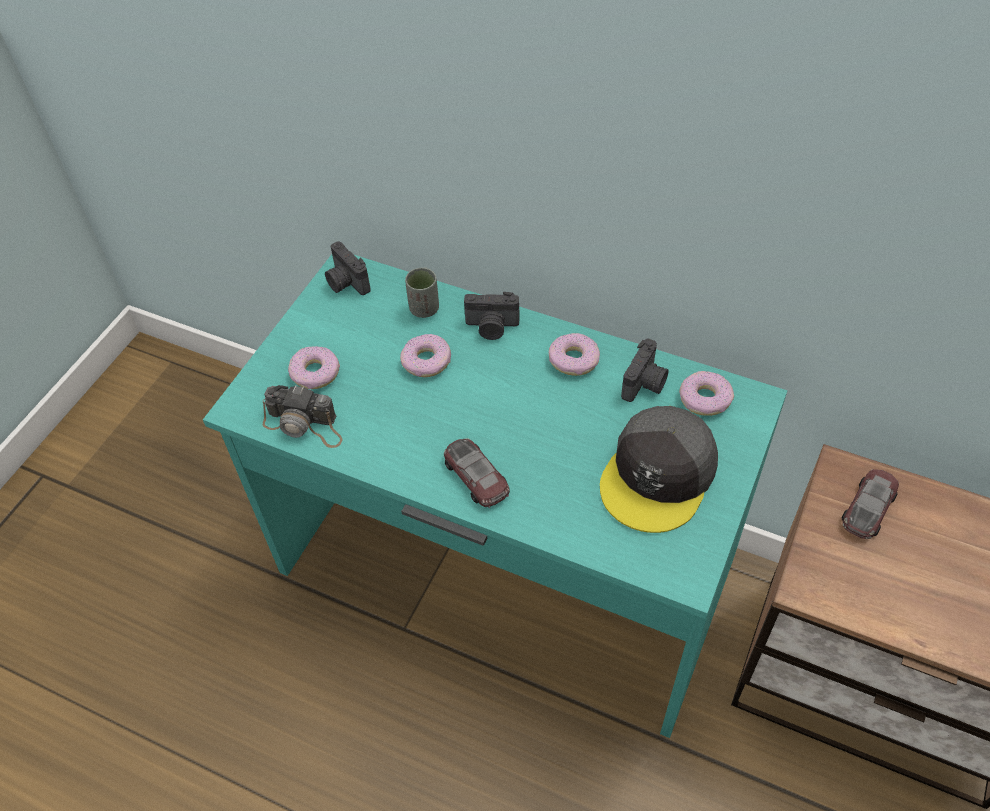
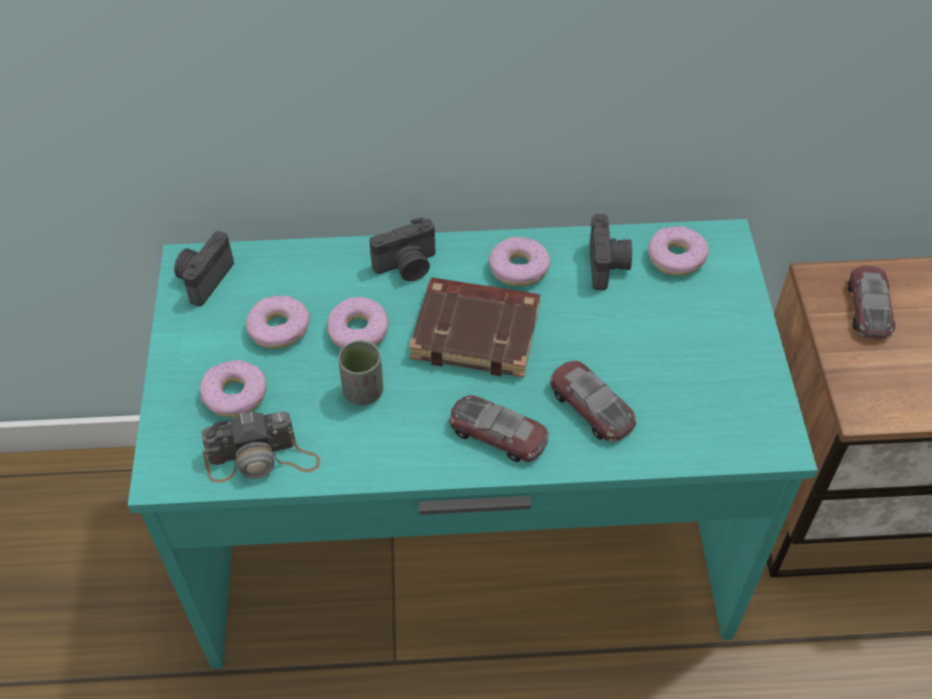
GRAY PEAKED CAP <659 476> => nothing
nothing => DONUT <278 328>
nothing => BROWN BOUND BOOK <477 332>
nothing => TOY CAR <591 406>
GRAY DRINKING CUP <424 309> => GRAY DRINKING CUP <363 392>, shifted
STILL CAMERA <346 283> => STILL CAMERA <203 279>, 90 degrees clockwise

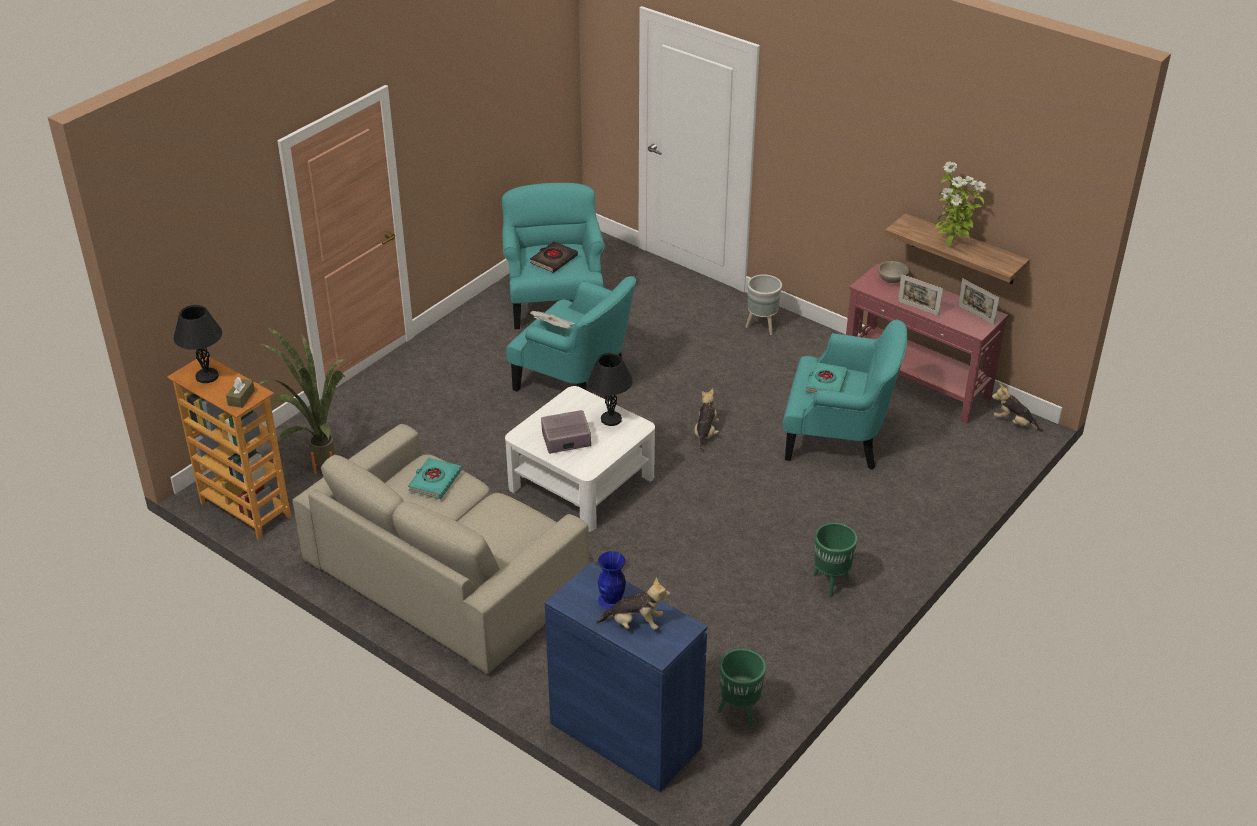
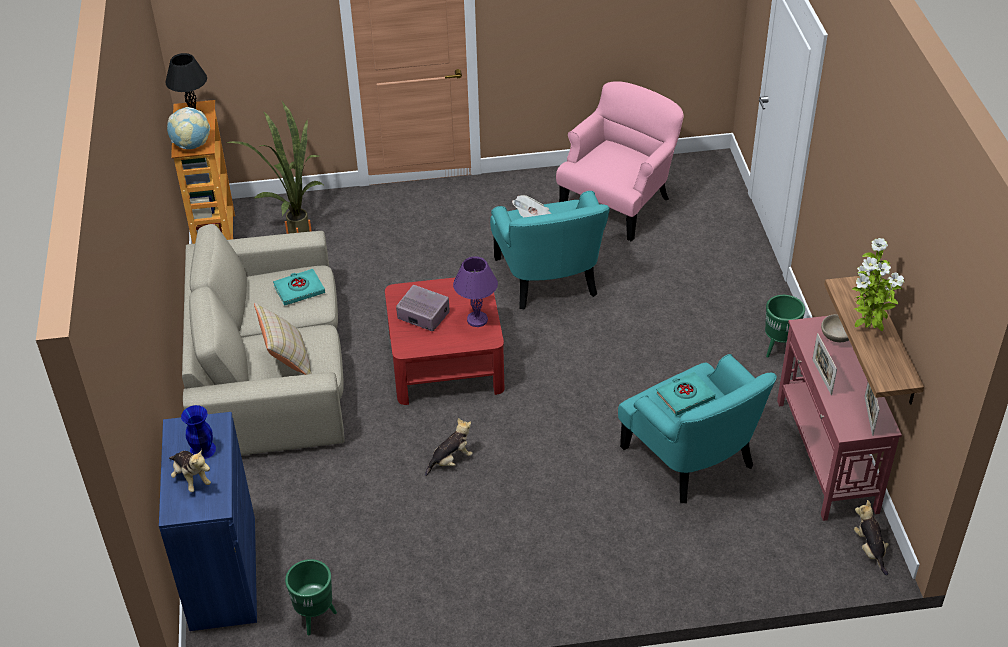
BLACK-COLOURED BOUND BOOK <553 260> => nothing
GRAY FLOWER POT <761 326> => nothing
nothing => BEIGE-COLOURED THROW PILLOW <287 360>
PLUSH TOY <705 434> => PLUSH TOY <451 460>, shifted
GREENISH FLOWER POT <830 582> => GREENISH FLOWER POT <779 348>, shifted
BROWN BOX OF TISSUES <241 398> => DESK GLOBE <191 145>
BLUE-GREEN LOUNGE CHAIR <554 302> => PINK LOUNGE CHAIR <618 203>
WHITISH LOW TABLE <580 482> => RED LOW TABLE <445 361>
BLACK-COLOURED TABLE LAMP <610 419> => PURPLE TABLE LAMP <476 319>

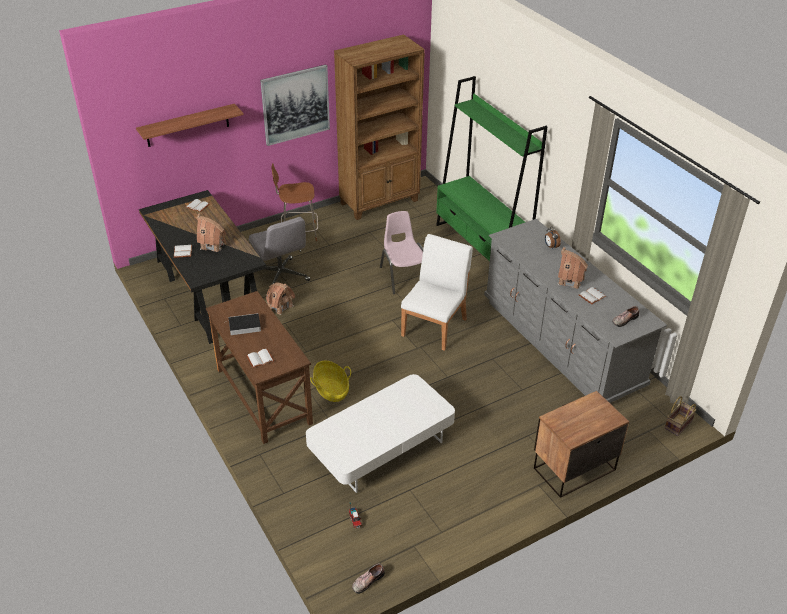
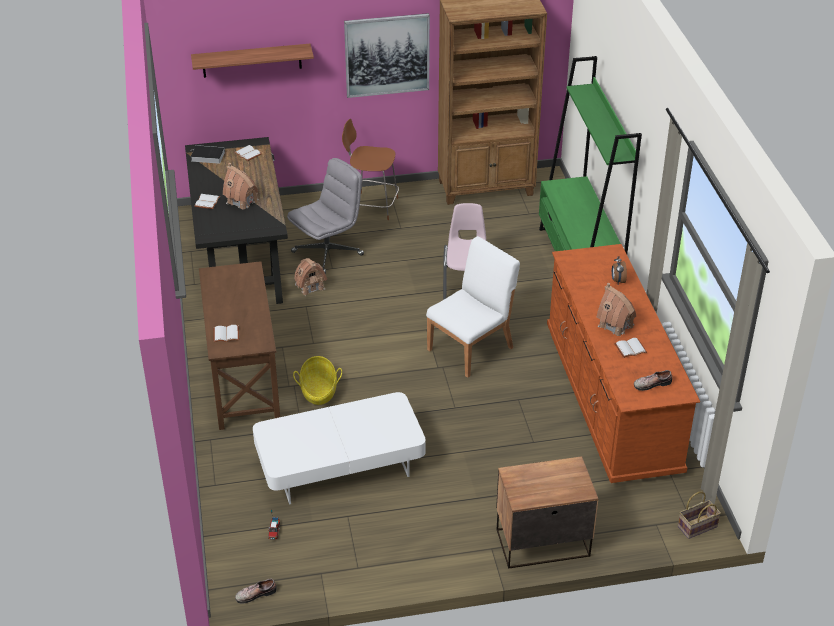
BOUND BOOK <243 326> => BOUND BOOK <206 156>, shifted
GRAY CHEST OF DRAWERS <561 342> => BROWN CHEST OF DRAWERS <611 400>
GRAY DESK CHAIR <281 276> => GRAY DESK CHAIR <328 253>, 120 degrees counterclockwise

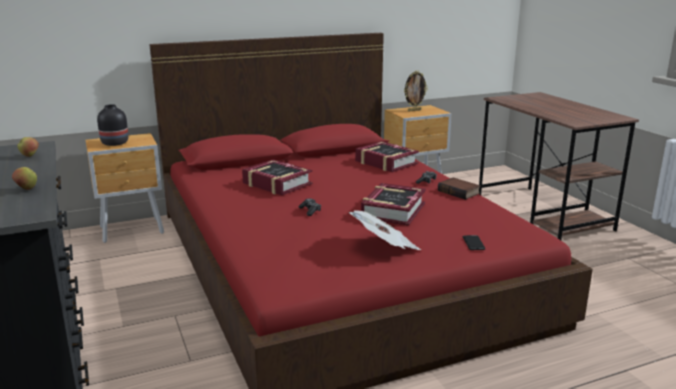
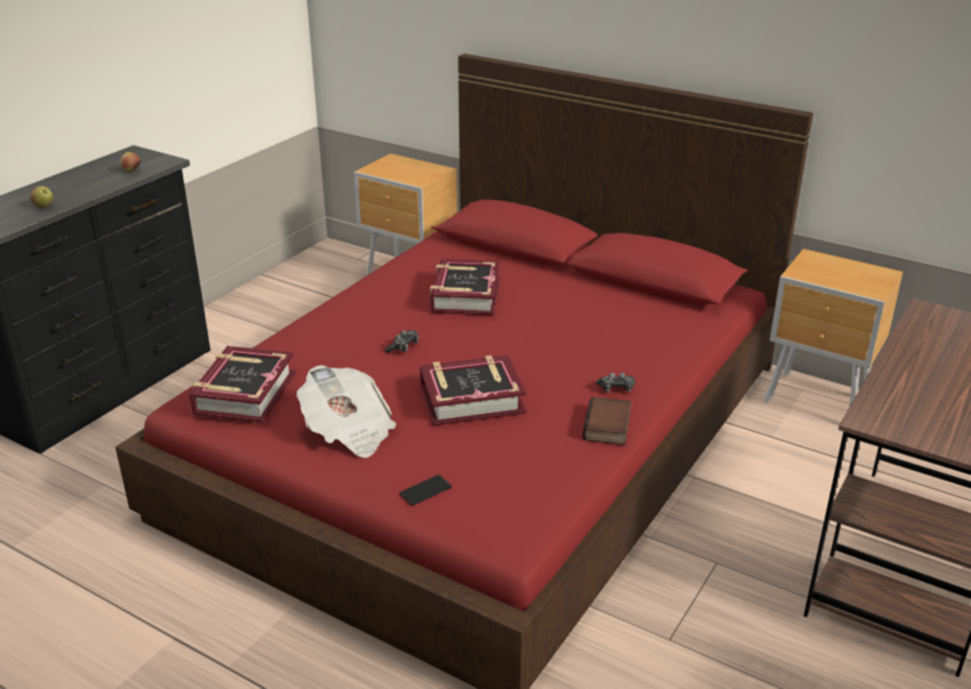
BLACK-COLOURED DECORATIVE VASE <114 143> => nothing
PHOTO FRAME <414 110> => nothing
BOUND BOOK <386 162> => BOUND BOOK <244 393>, shifted

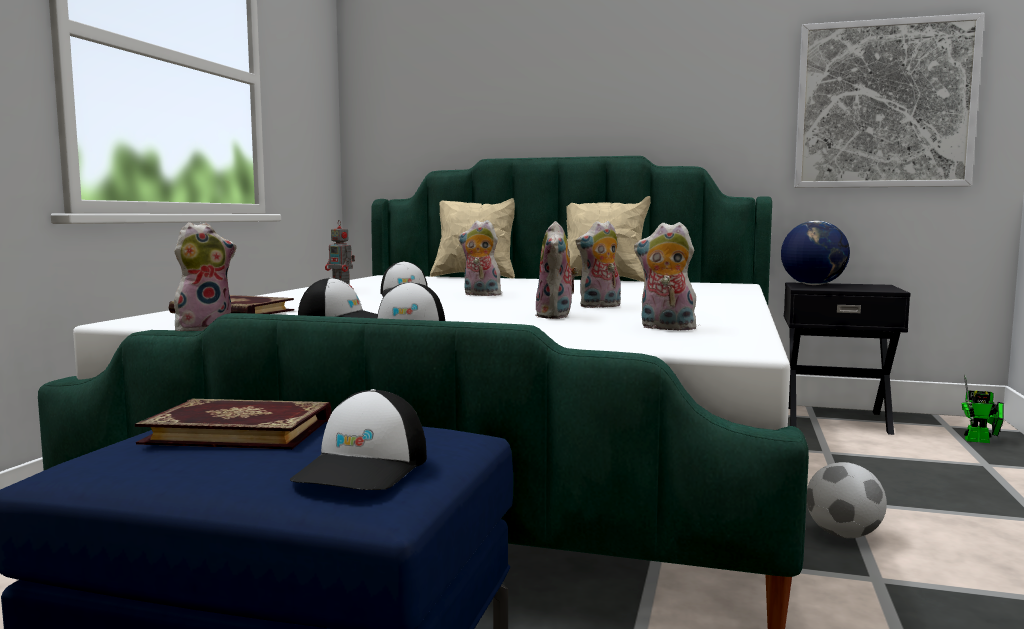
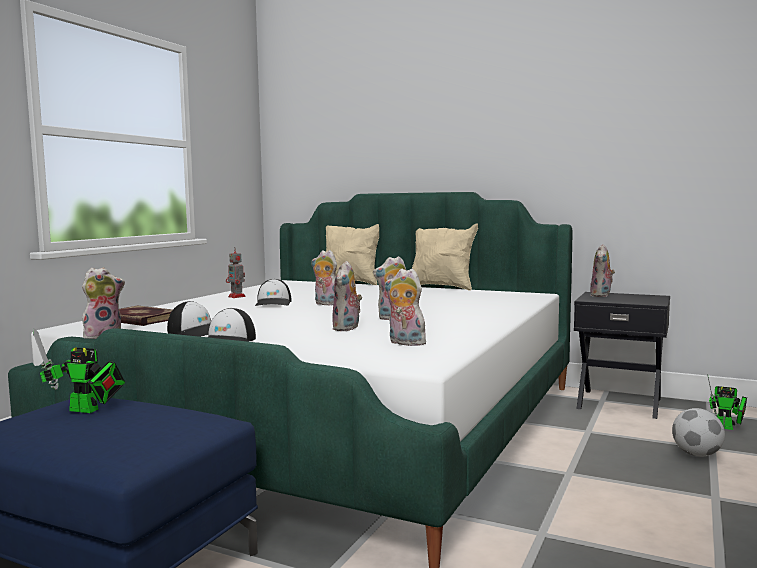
PEAKED CAP <364 468> => nothing
WALL ART <884 104> => nothing
BALL FOR FOOTBALL <843 535> => BALL FOR FOOTBALL <697 454>, shifted
BOUND BOOK <240 430> => MODEL ROBOT <87 410>
DESK GLOBE <813 285> => PLUSH TOY <601 295>

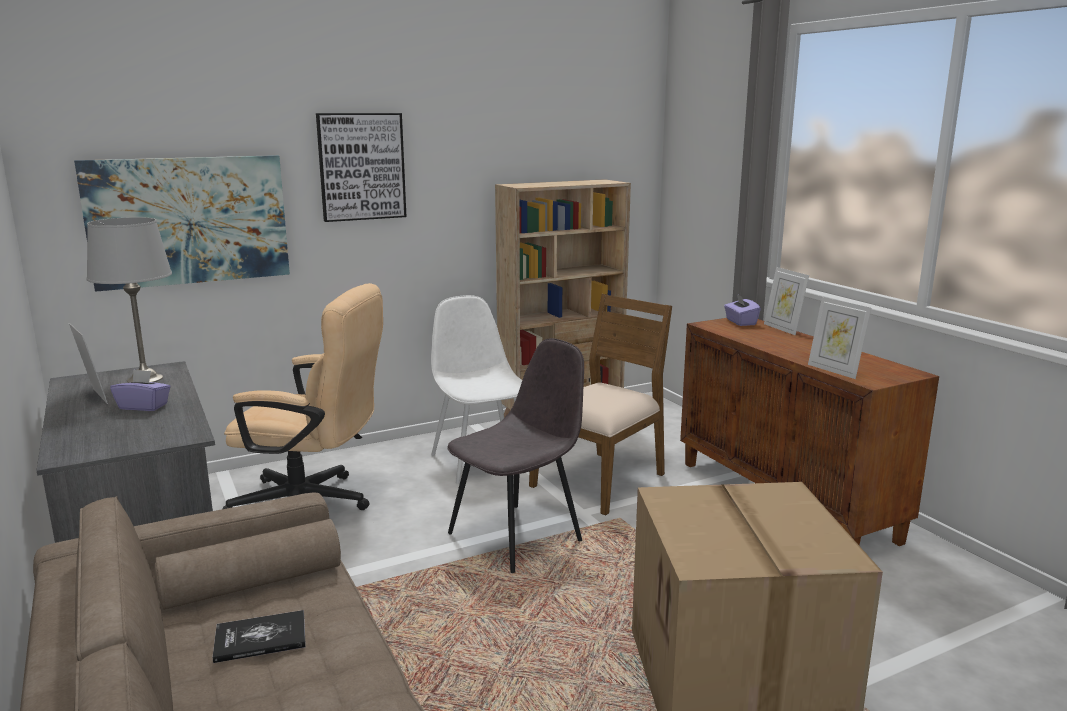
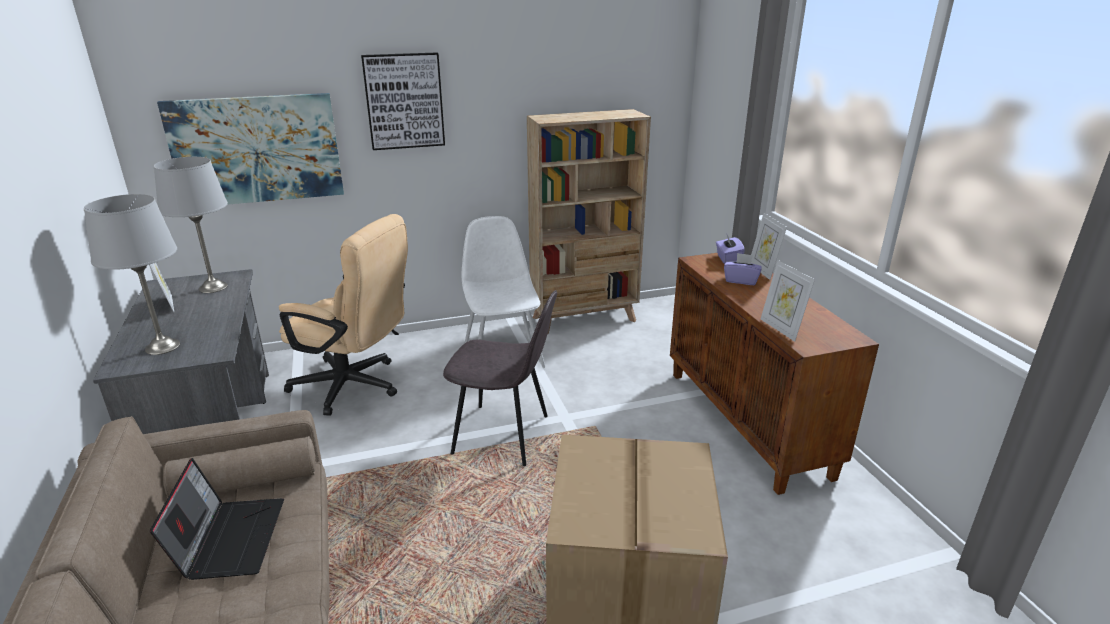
BROWN PLAIN CHAIR <601 480> => nothing
nothing => GRAY TABLE LAMP <162 346>
PURPLE BOX OF TISSUES <144 406> => PURPLE BOX OF TISSUES <741 280>, shifted
BOUND BOOK <260 638> => NOTEBOOK COMPUTER <229 538>
GRAY PLAIN CHAIR <517 536> => GRAY PLAIN CHAIR <504 435>, 45 degrees clockwise

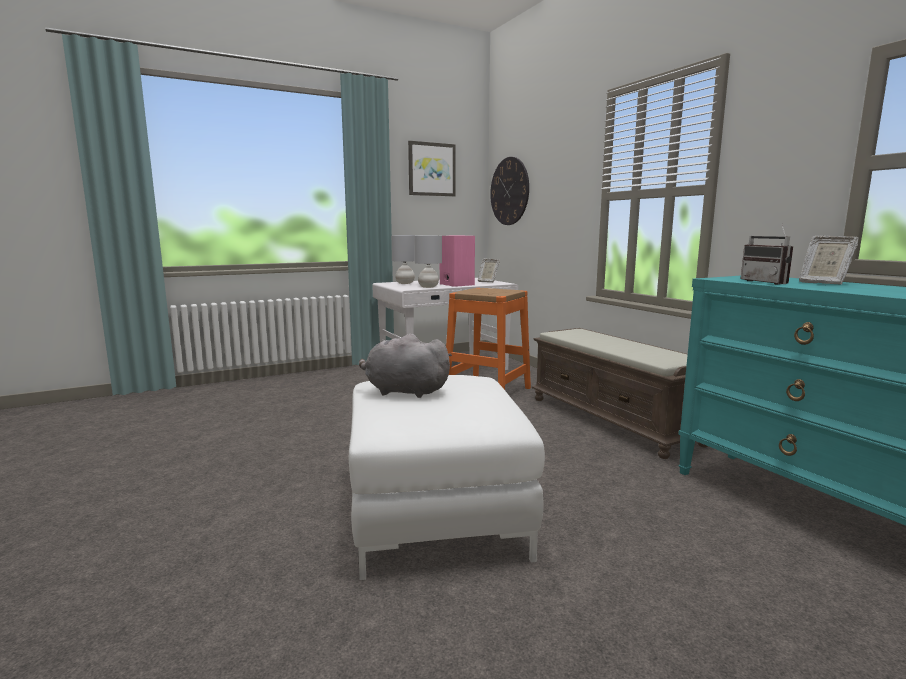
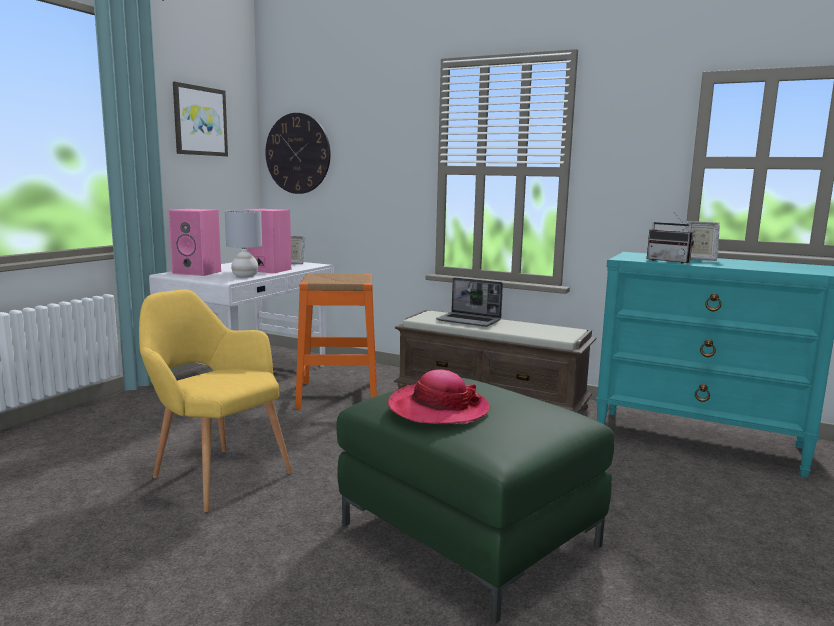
nothing => YELLOWISH LOUNGE CHAIR <214 474>
nothing => NOTEBOOK COMPUTER <469 321>
GRAY PLUSH TOY <403 391> => WEARABLE HAT <438 408>
GRAY TABLE LAMP <405 283> => PINK SPEAKER <198 272>
WHITISH POUFFE <436 513> => GREENISH POUFFE <469 534>

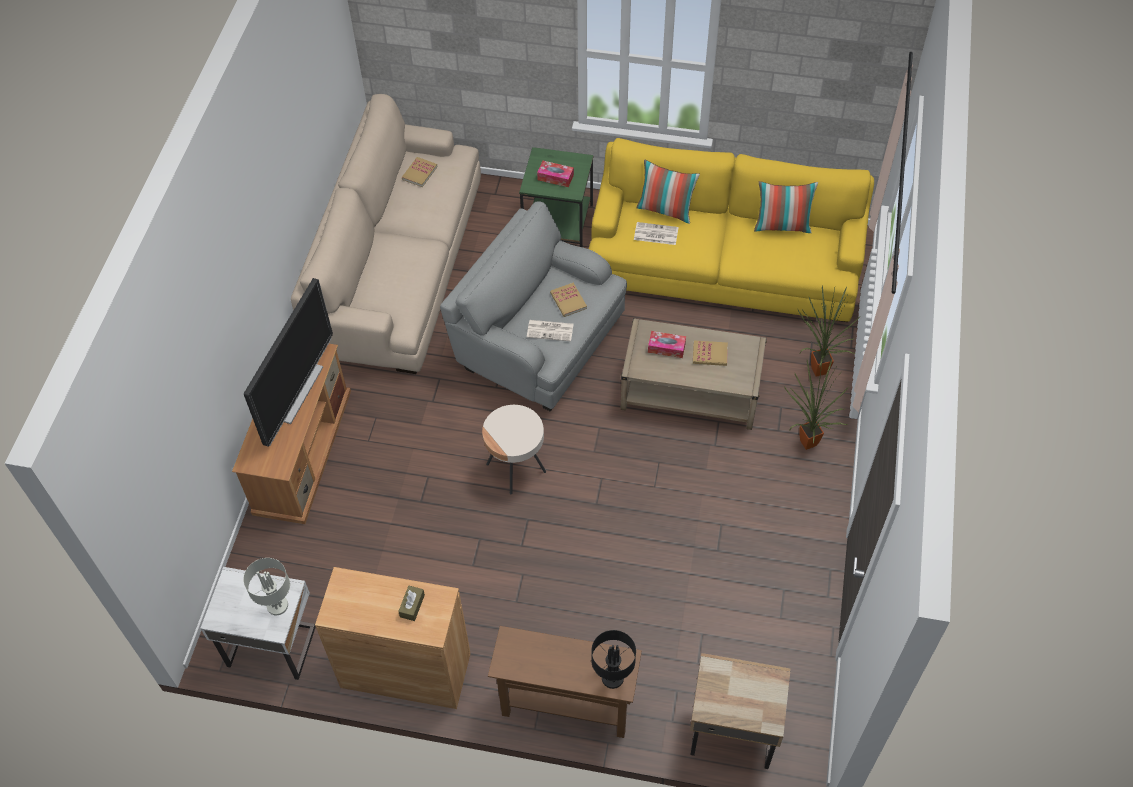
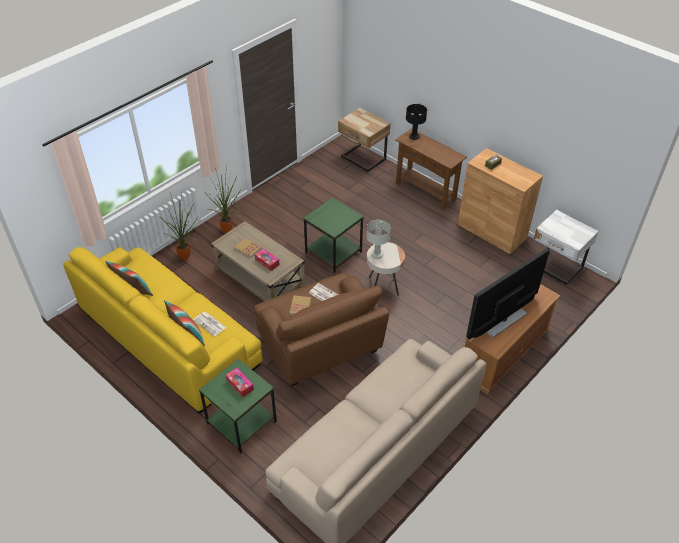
BOUND BOOK <419 173> => nothing
nothing => GREENISH END TABLE <333 252>
GRAY TABLE LAMP <277 605> => GRAY TABLE LAMP <377 254>, shifted
GRAY LOUNGE CHAIR <538 341> => BROWN LOUNGE CHAIR <320 346>

